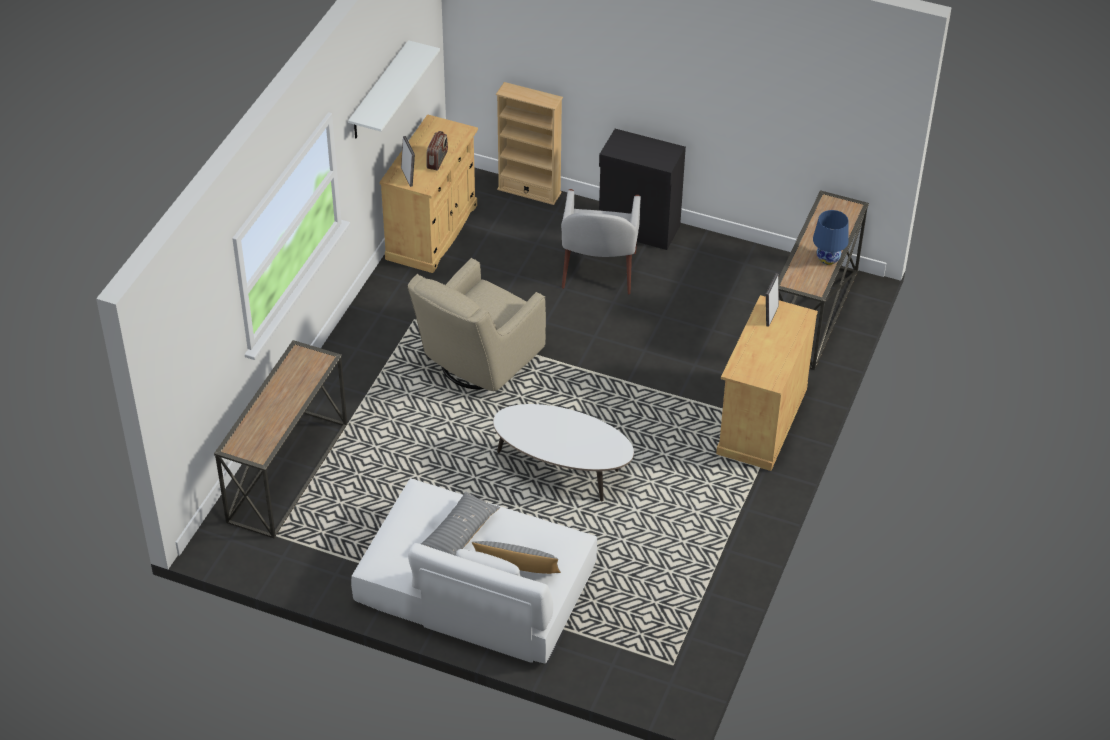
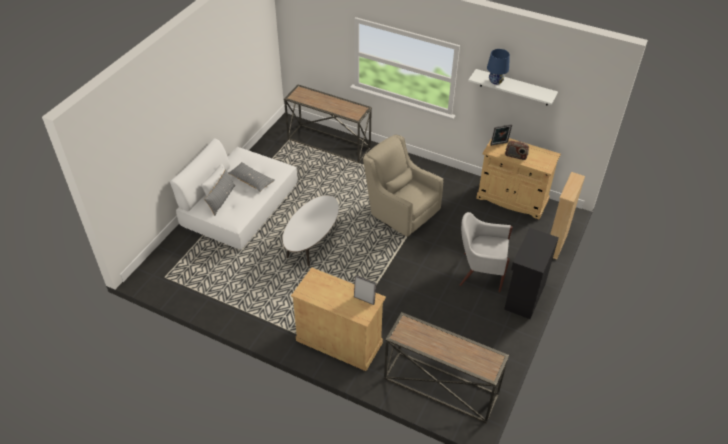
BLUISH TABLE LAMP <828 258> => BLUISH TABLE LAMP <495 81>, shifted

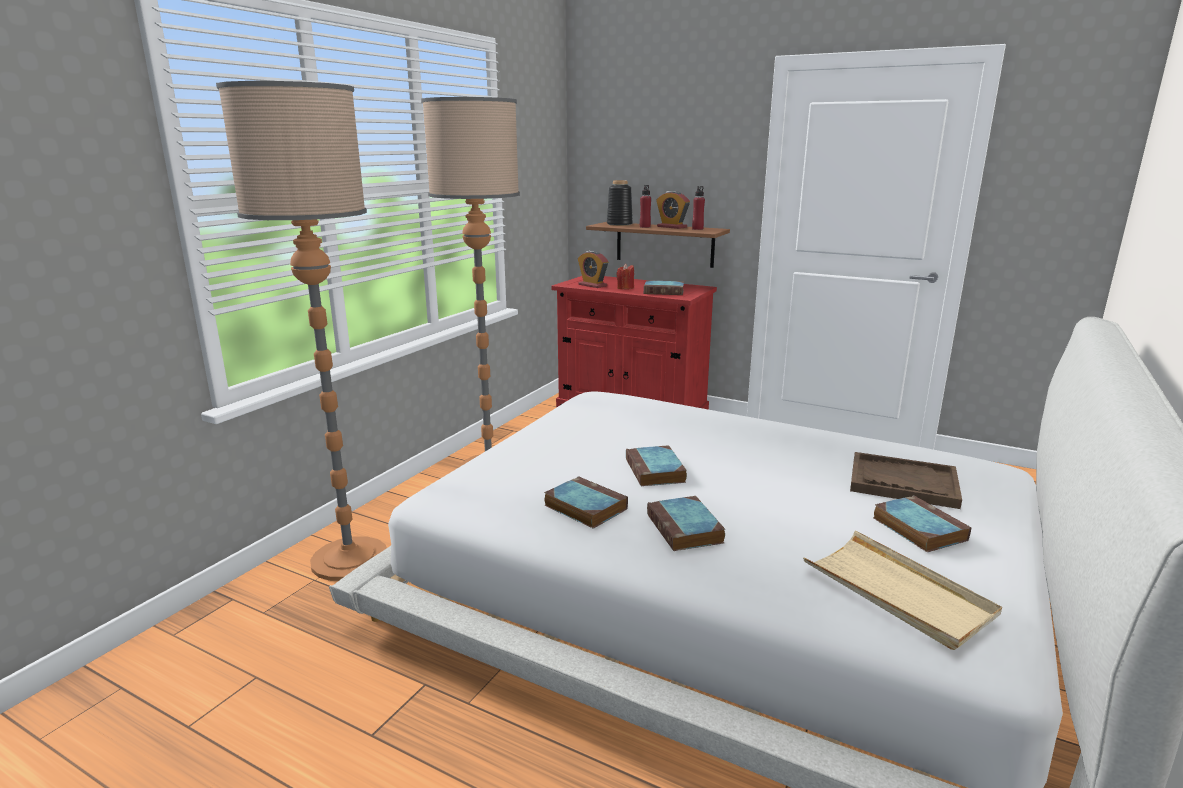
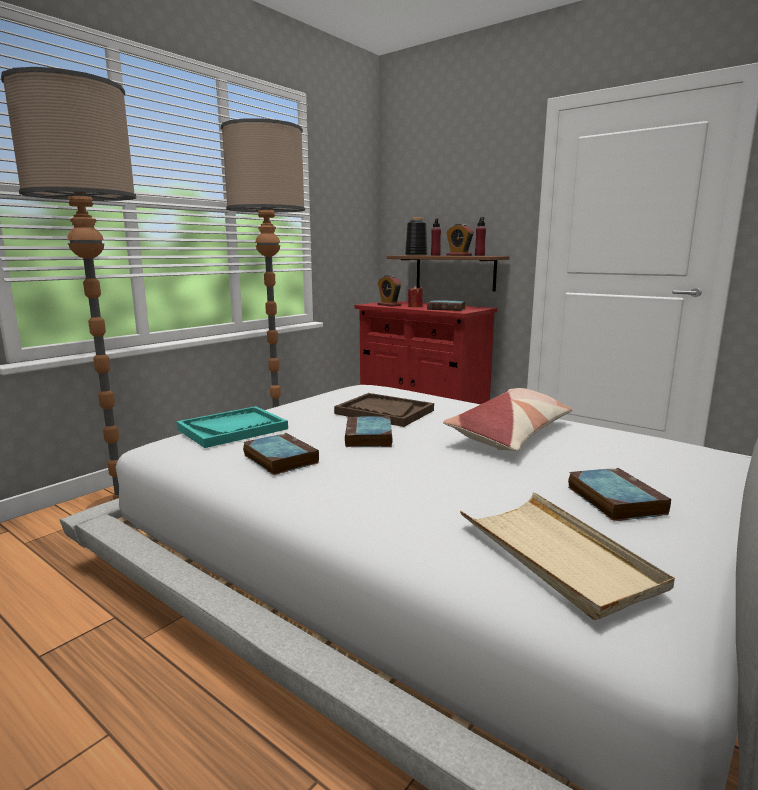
BOUND BOOK <685 529> => nothing
nothing => BLUE-GREEN SERVING TRAY <233 429>
nothing => THROW PILLOW <512 433>
BROWN SERVING TRAY <902 483> => BROWN SERVING TRAY <384 412>, shifted

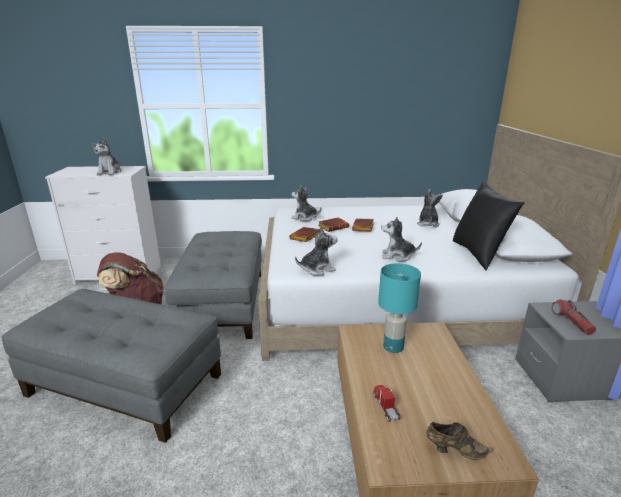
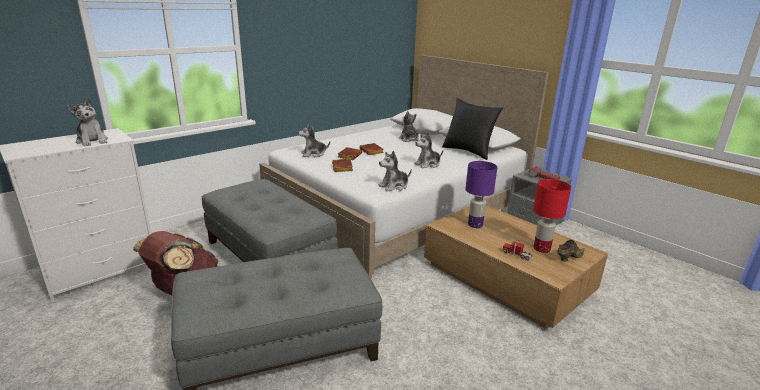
nothing => RED TABLE LAMP <541 248>
BLUE-GREEN TABLE LAMP <393 347> => PURPLE TABLE LAMP <475 225>
PLUSH TOY <317 269> => PLUSH TOY <394 186>, 150 degrees counterclockwise

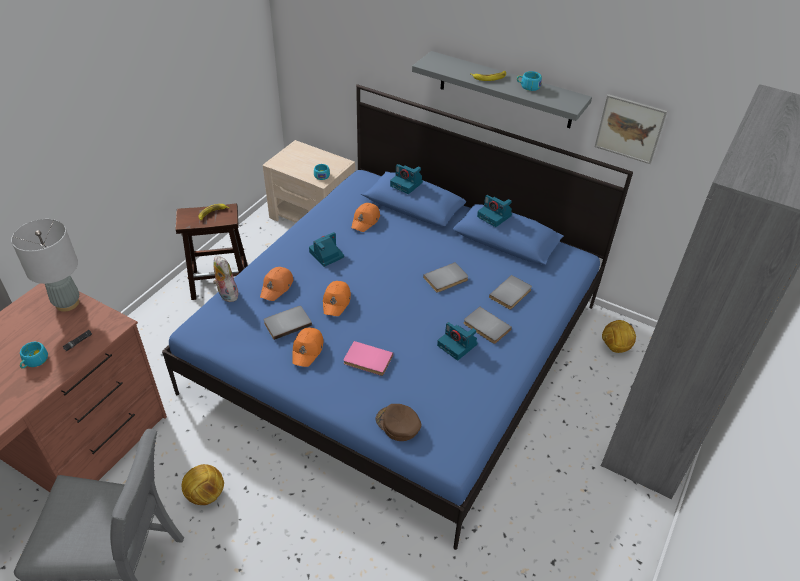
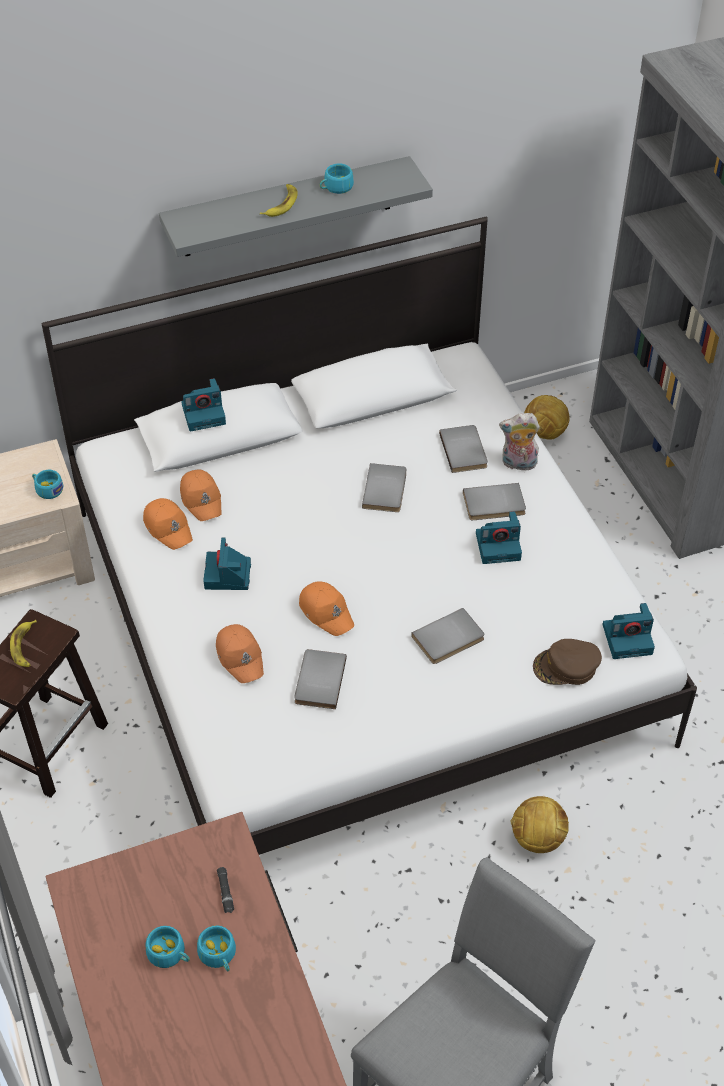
GRAY TABLE LAMP <67 303> => nothing
WALL ART <629 129> => nothing
nothing => BLUE-GREEN DRINKING CUP <170 954>
BALL FOR FOOTBALL <205 495> => BALL FOR FOOTBALL <537 839>, shifted
PLUSH TOY <226 294> => PLUSH TOY <518 464>, shifted
ORANGE PEAKED CAP <308 350> => ORANGE PEAKED CAP <168 527>, shifted
STILL CAMERA <495 216> => STILL CAMERA <628 638>, shifted
BLUISH BED <398 347> => WHITISH BED <362 622>
PINK BOUND BOOK <367 361> => GRAY BOUND BOOK <449 639>

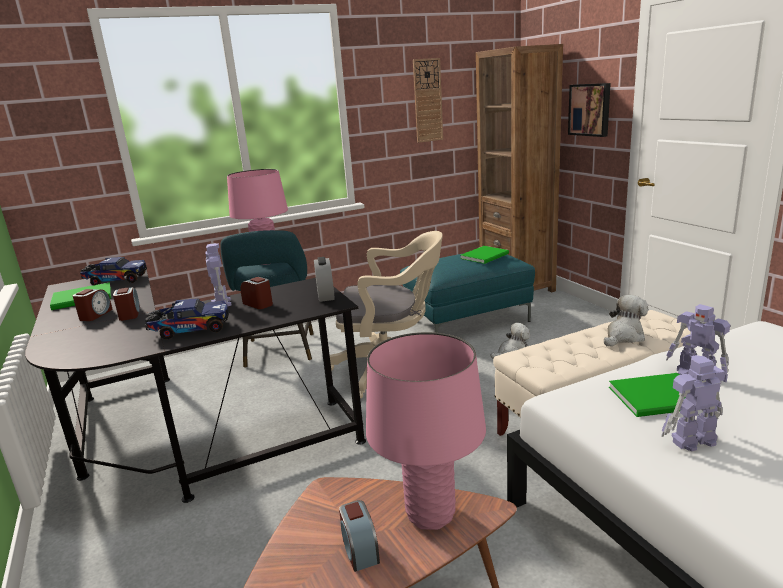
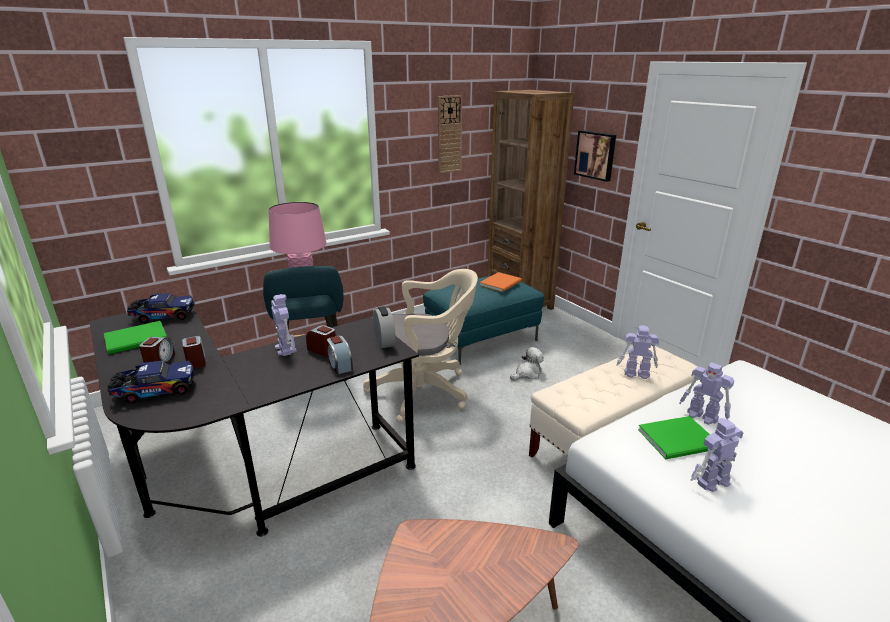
PINK TABLE LAMP <430 514> => nothing
TOY LORRY <189 330> => TOY LORRY <154 391>, shifted
BEDSIDE CLOCK <360 550> => BEDSIDE CLOCK <340 365>, shifted
PLUSH TOY <623 336> => MODEL ROBOT <635 373>
GREENISH BOUND BOOK <486 256> => ORANGE BOUND BOOK <502 283>

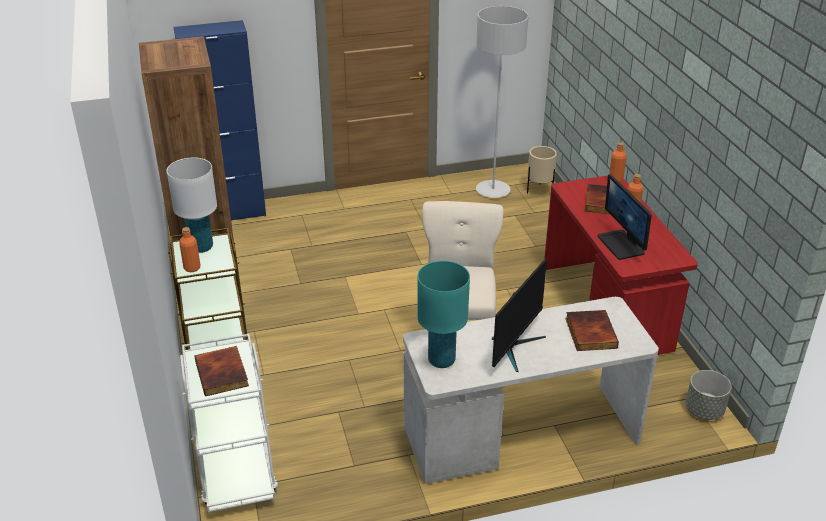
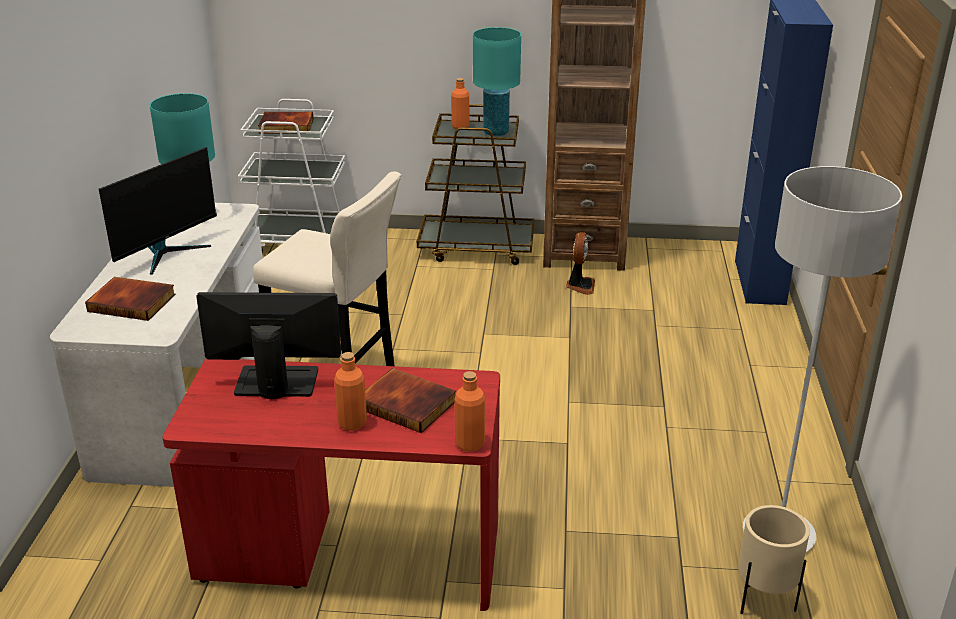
GRAY FLOWER POT <704 410> => nothing
nothing => FAN <580 286>
WHITISH TABLE LAMP <201 247> => BLUE-GREEN TABLE LAMP <496 132>
COMPUTER DISPLAY <514 347> => COMPUTER DISPLAY <167 253>, 105 degrees counterclockwise

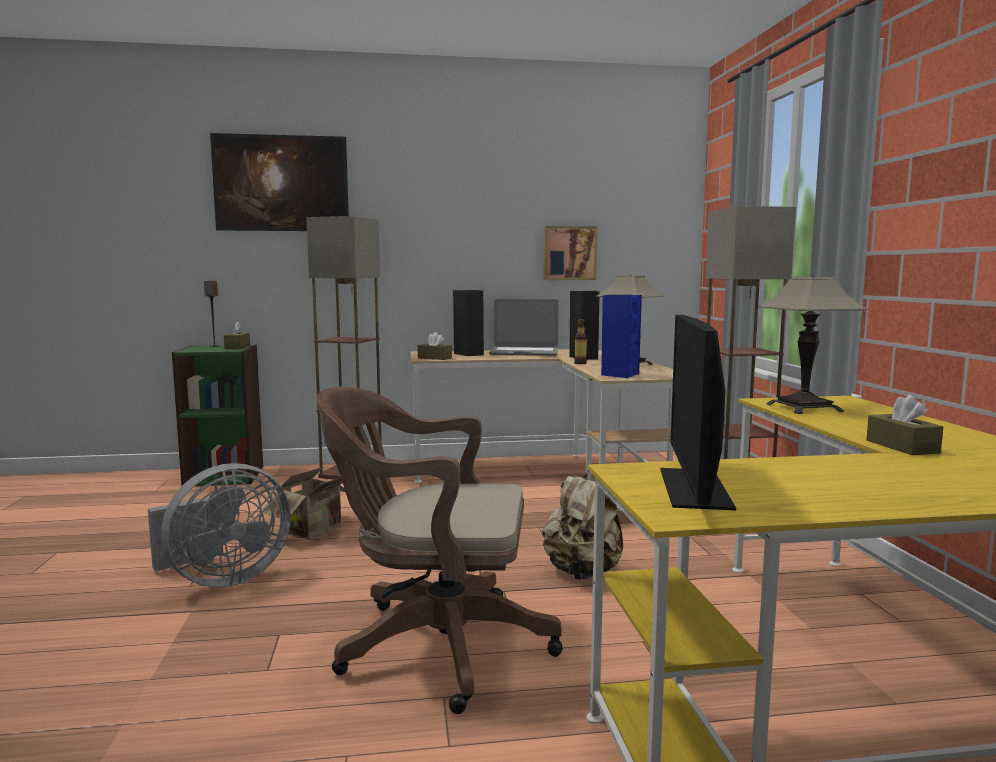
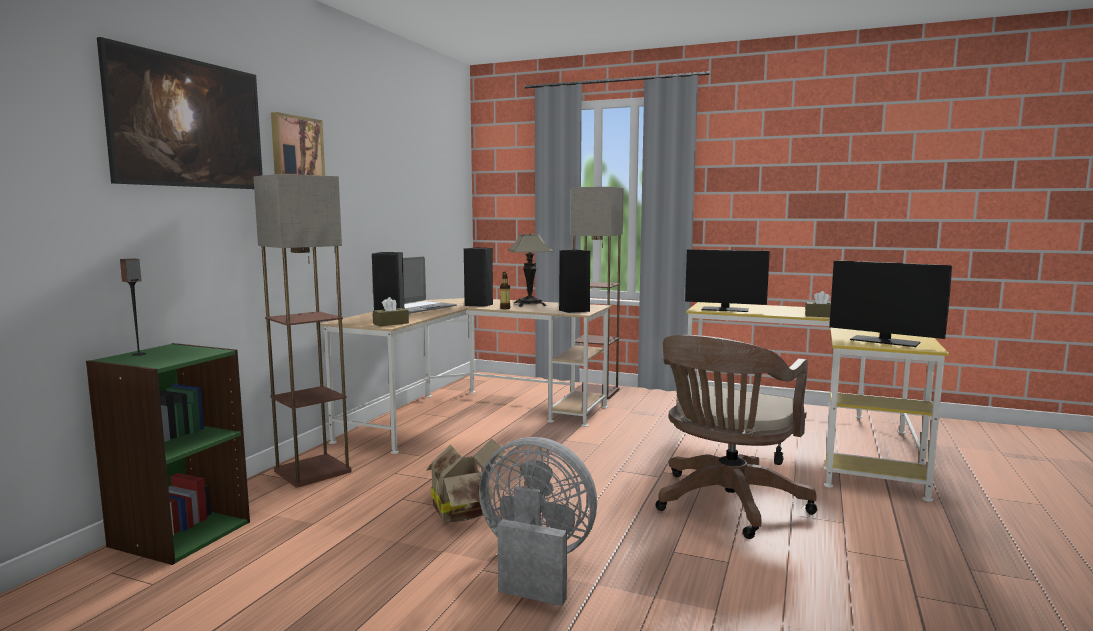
BROWN BOX OF TISSUES <237 347> => nothing
BEIGE-COLOURED RUCKSACK <583 572> => nothing
WALL ART <569 253> => WALL ART <296 149>, shifted
TABLE LAMP <804 408> => COMPUTER DISPLAY <725 309>
BLUISH SPEAKER <619 375> => BLACK-COLOURED SPEAKER <573 310>
GRAY FAN <222 579> => GRAY FAN <535 564>, 60 degrees counterclockwise

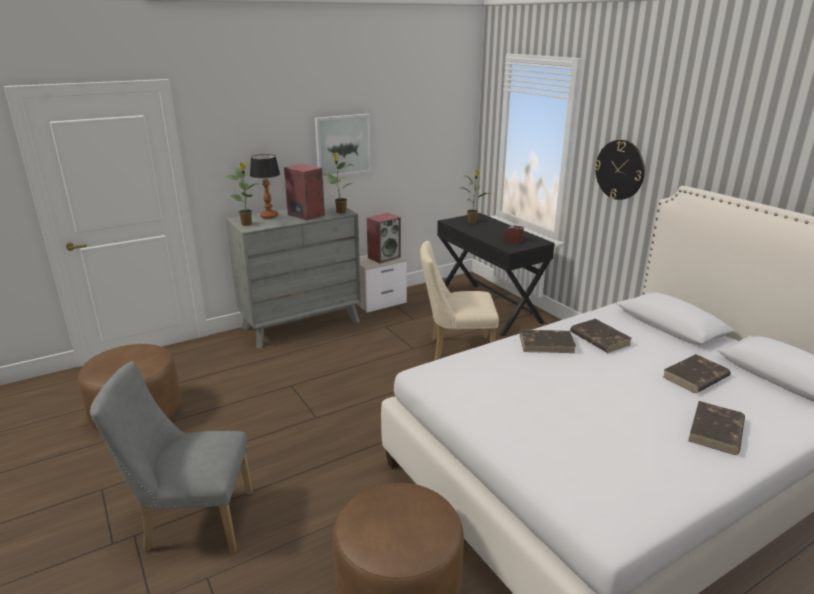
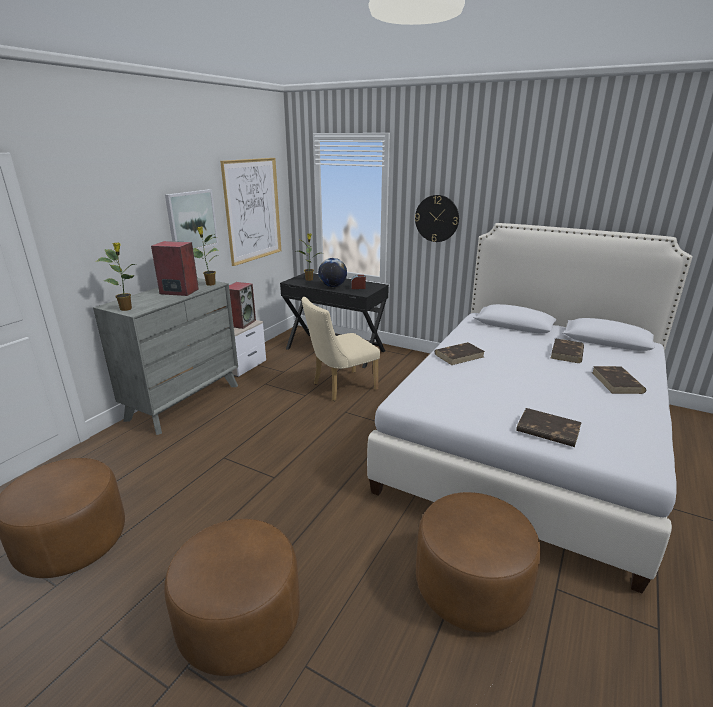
TABLE LAMP <269 216> => nothing
nothing => WALL ART <252 210>
nothing => DESK GLOBE <332 286>
BROWN BOUND BOOK <599 338> => BROWN BOUND BOOK <547 430>, shifted
GRAY PLAIN CHAIR <191 522> => BROWN POUFFE <239 621>

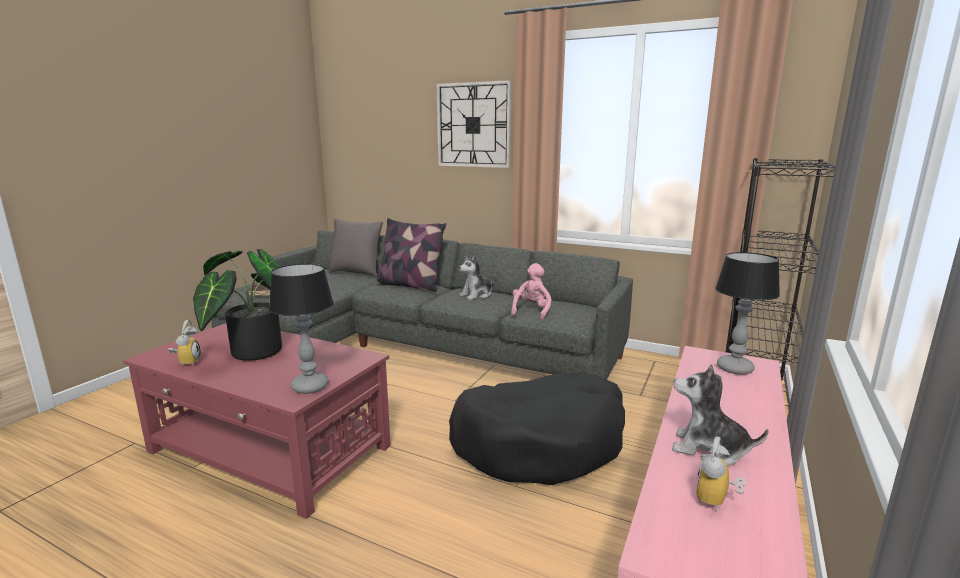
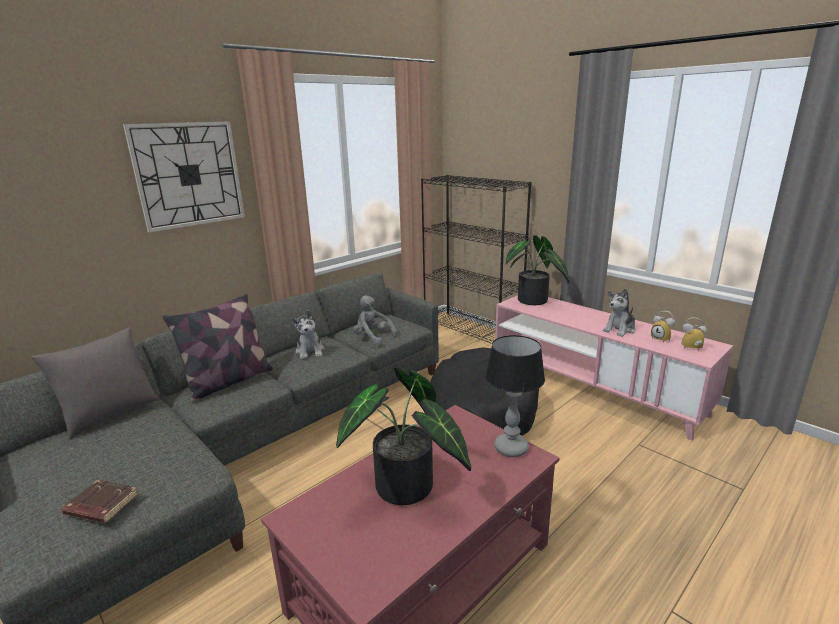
BEDSIDE CLOCK <187 362> => BEDSIDE CLOCK <691 349>, shifted
TABLE LAMP <735 369> => PLANT IN A POT <533 302>
PINK PLUSH TOY <531 311> => GRAY PLUSH TOY <373 337>

